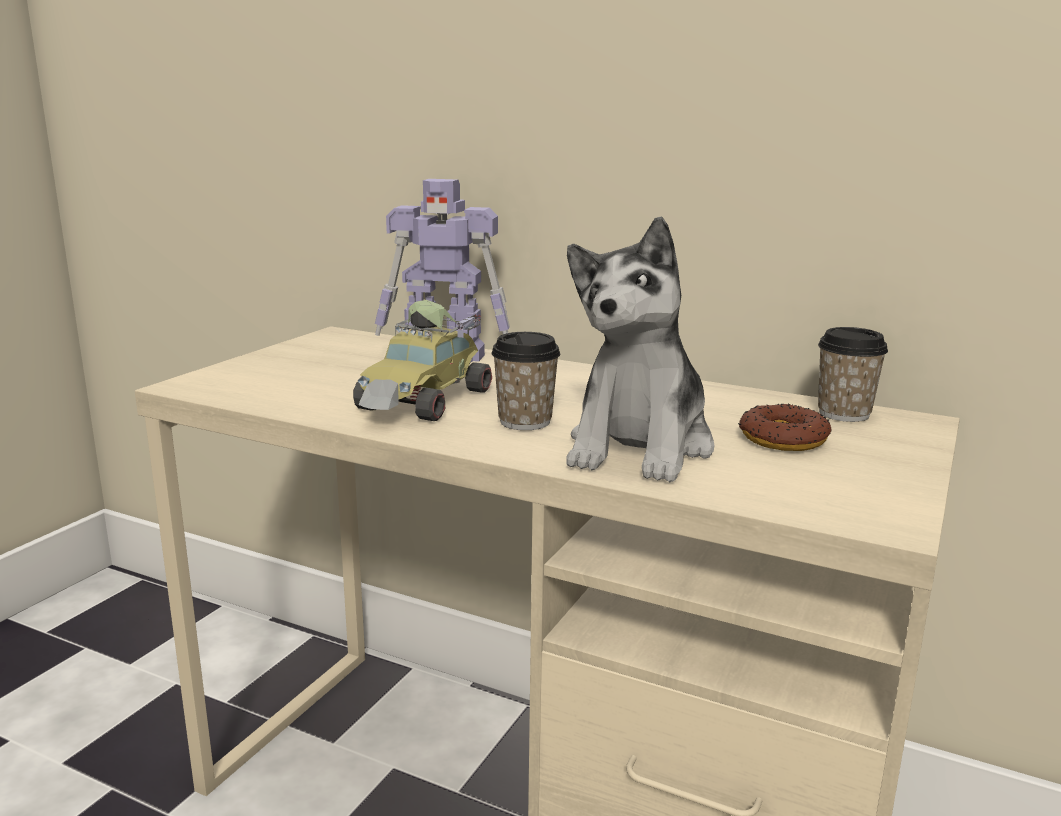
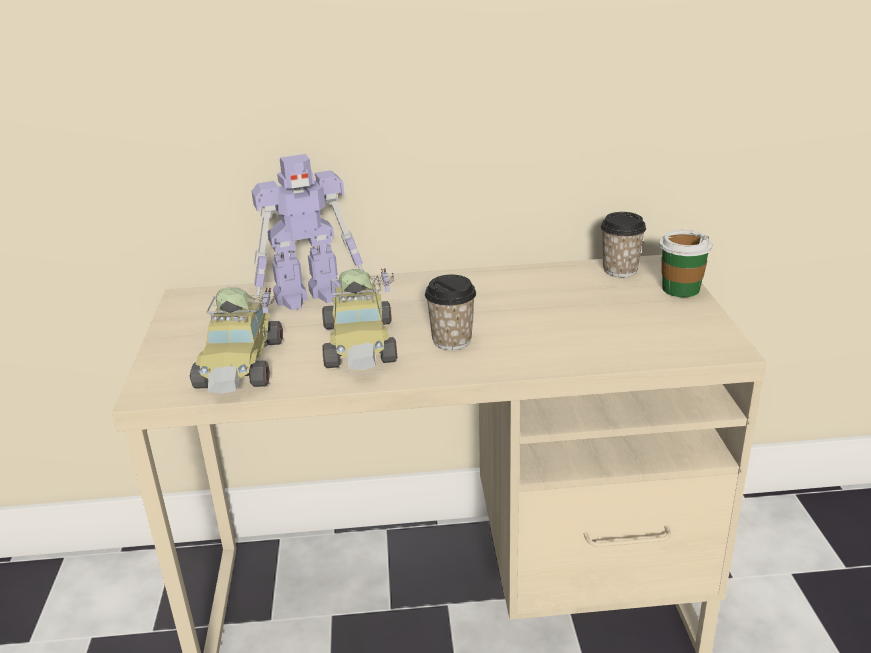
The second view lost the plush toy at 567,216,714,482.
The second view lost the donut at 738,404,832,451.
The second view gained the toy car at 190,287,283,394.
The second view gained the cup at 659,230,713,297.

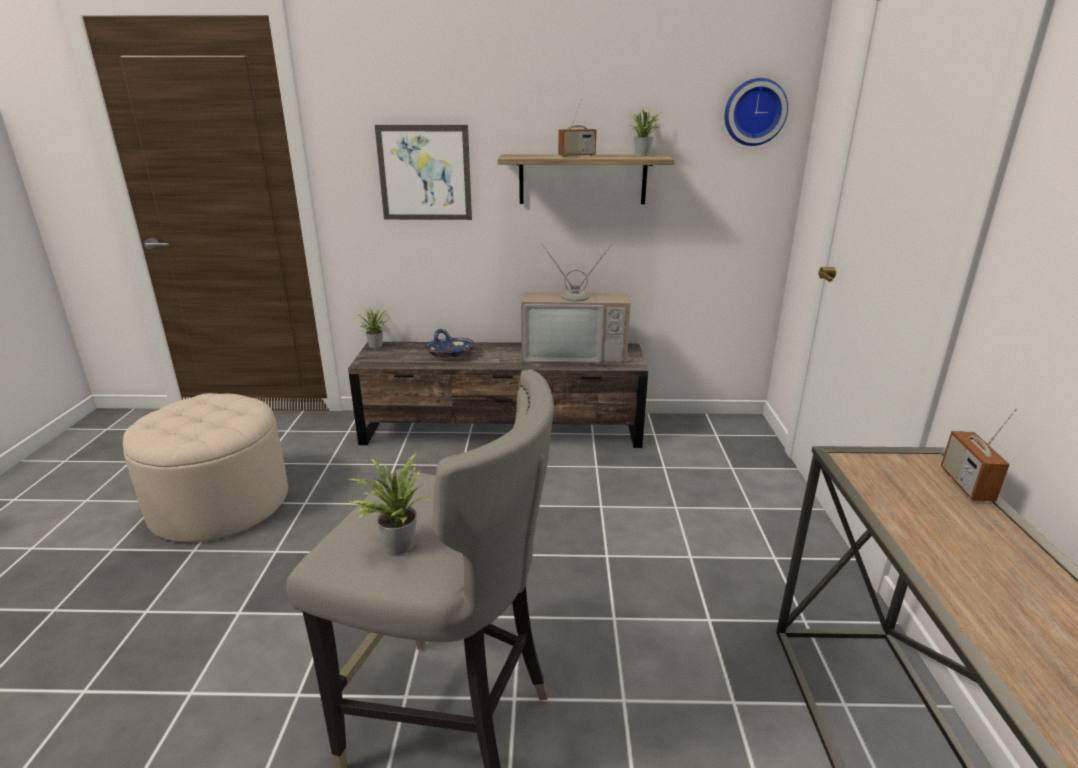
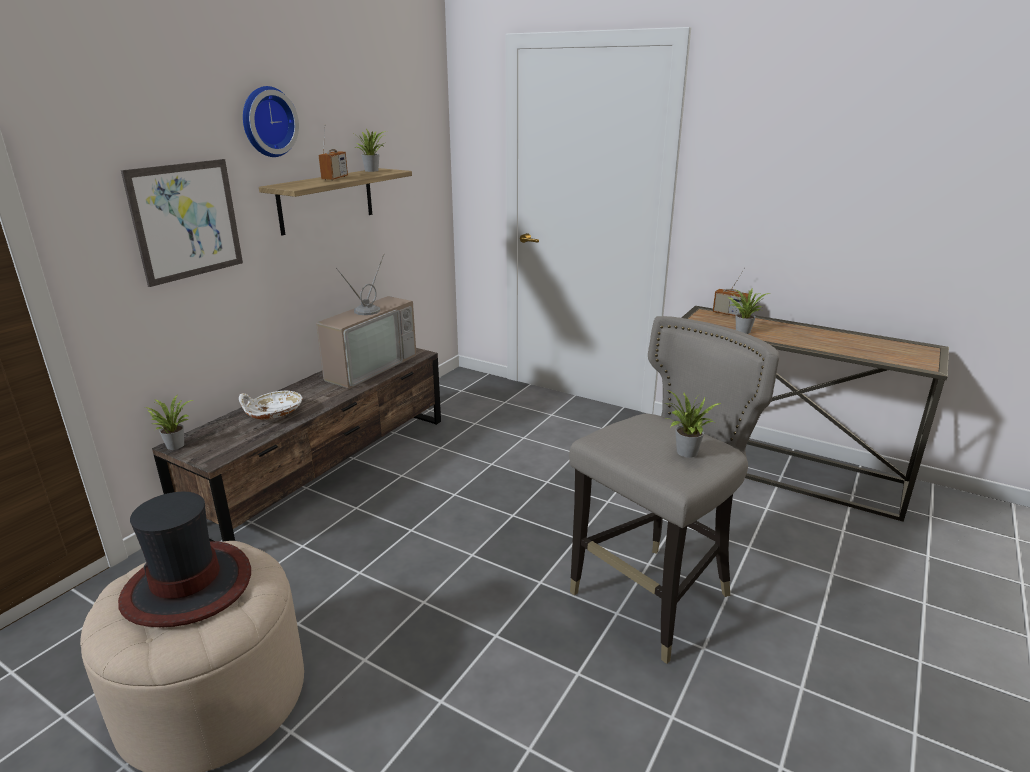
What was the blue bowl at 425,329,474,357 turned into the white bowl at 239,391,303,420.
The wall clock ended up elsewhere, having gone from 725,78,788,146 to 243,86,299,157.
The second view gained the hat at 118,492,251,627.
The second view gained the potted plant at 728,288,771,334.

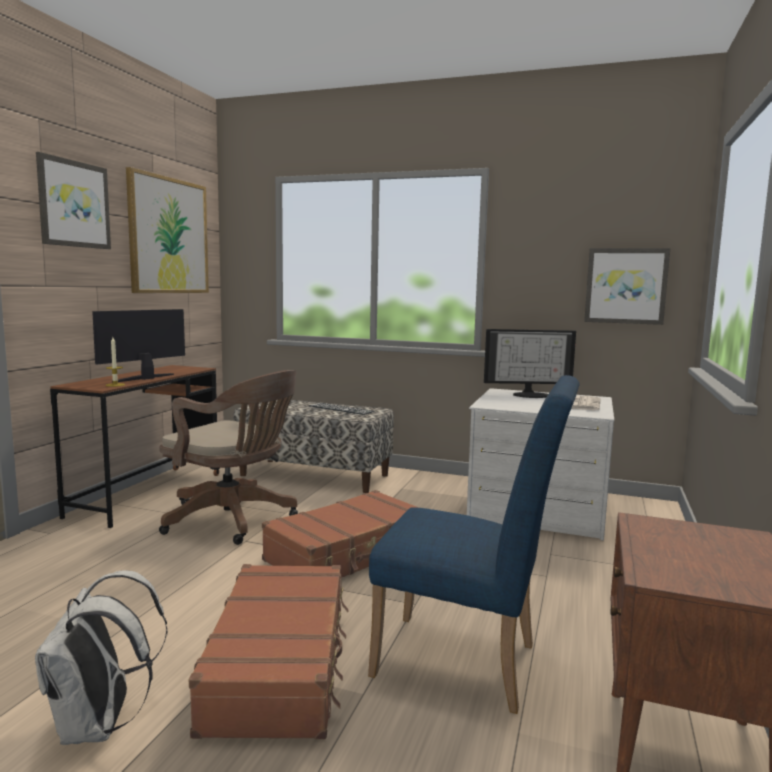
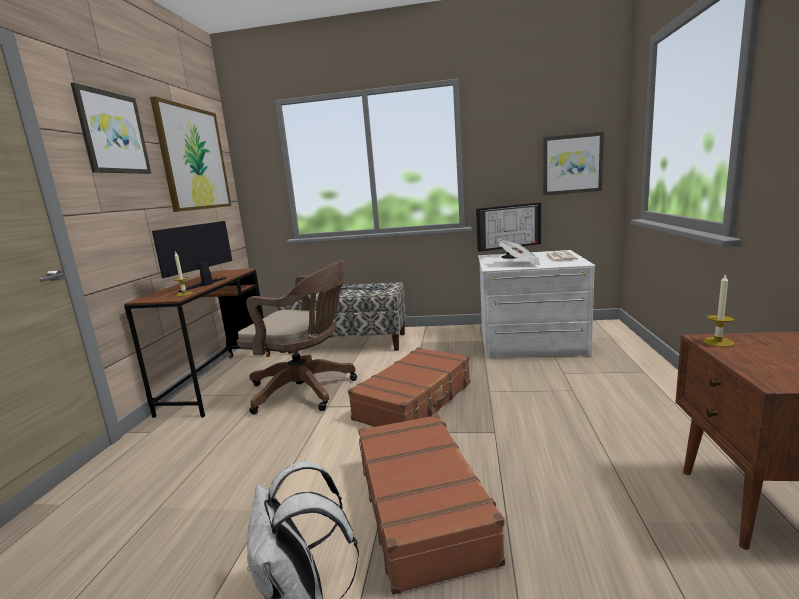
The second view lost the blue chair at 368,375,580,714.
The second view gained the newspaper at 498,239,540,265.
The second view gained the candle at 703,273,735,347.

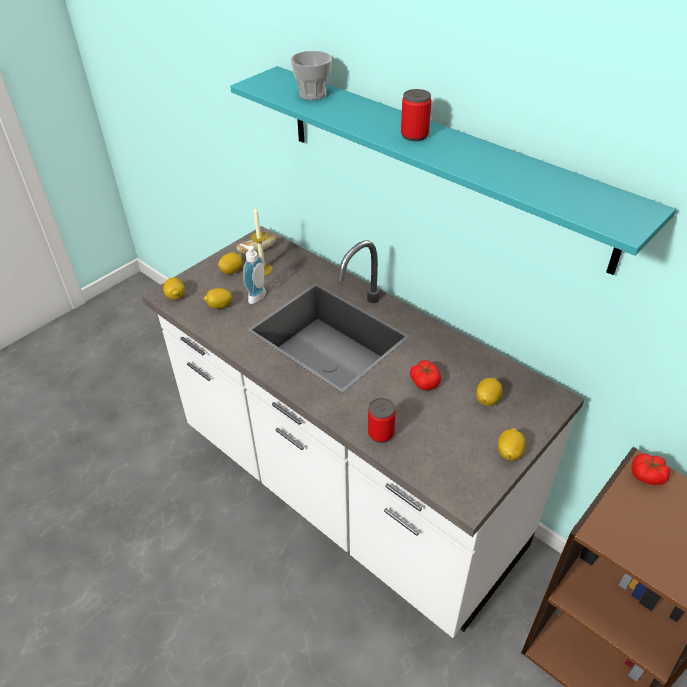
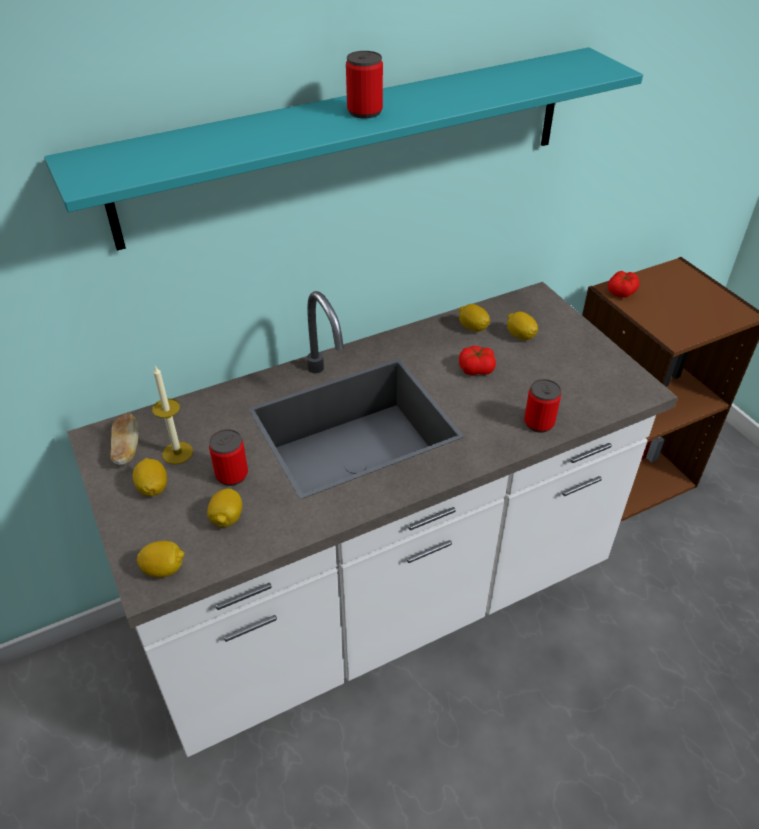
Where the soap dispenser stood at 240,244,266,304, the can came to stand at 209,429,248,486.
The second view lost the cup at 291,51,332,100.
The lemon ended up elsewhere, having gone from 498,428,525,461 to 459,304,490,332.

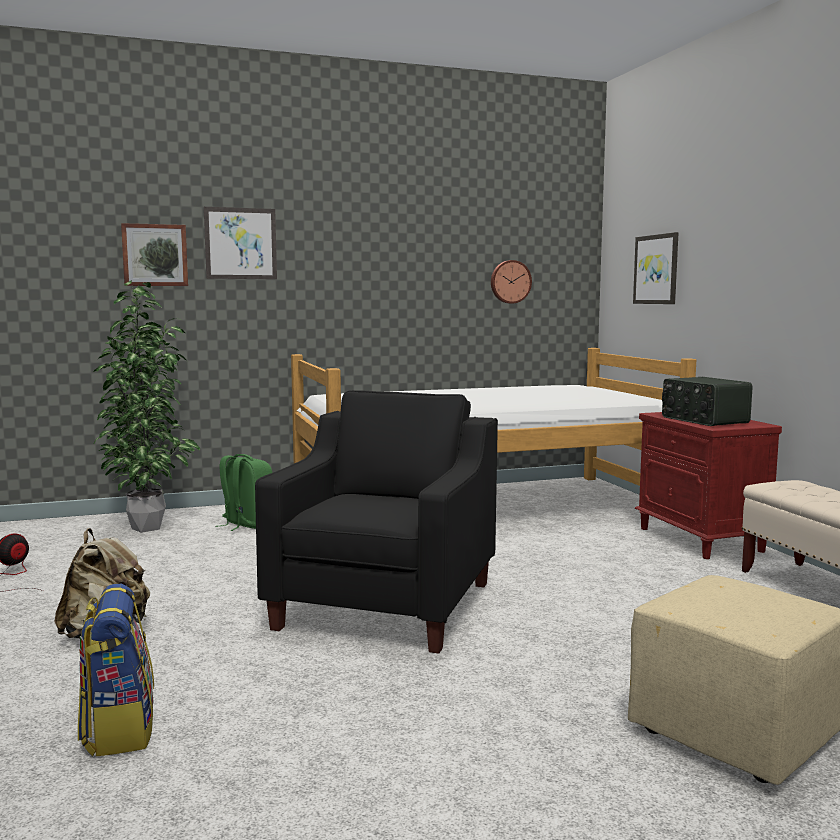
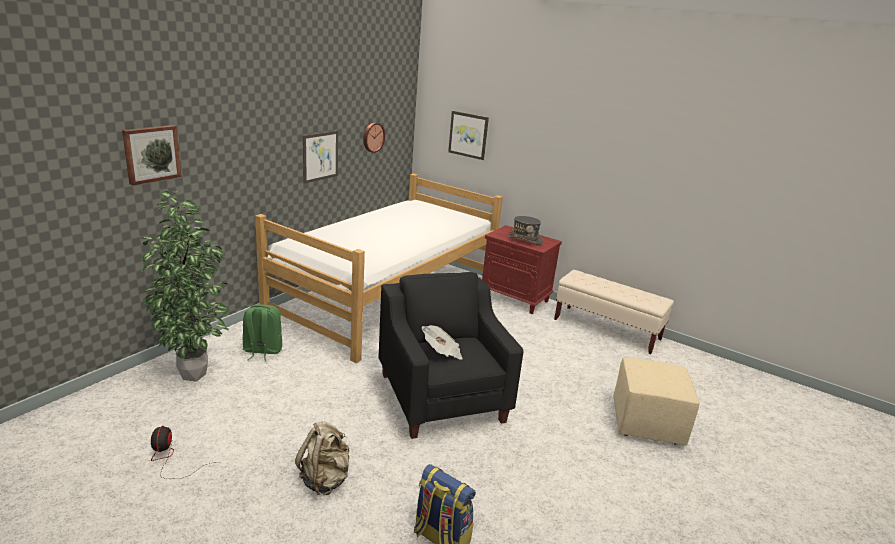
The picture ended up elsewhere, having gone from 204,207,277,279 to 303,131,338,184.
Where the radio stood at 662,377,753,426, the grey hat came to stand at 507,216,543,245.
The second view gained the newspaper at 422,325,462,360.

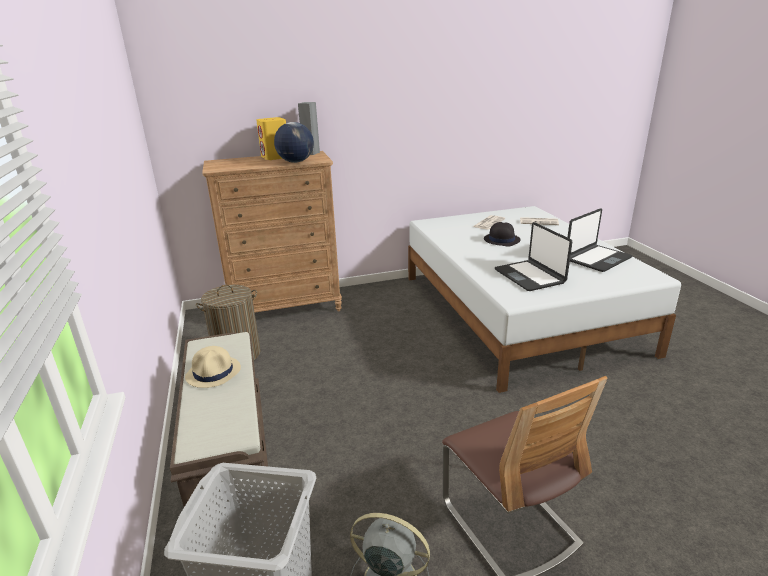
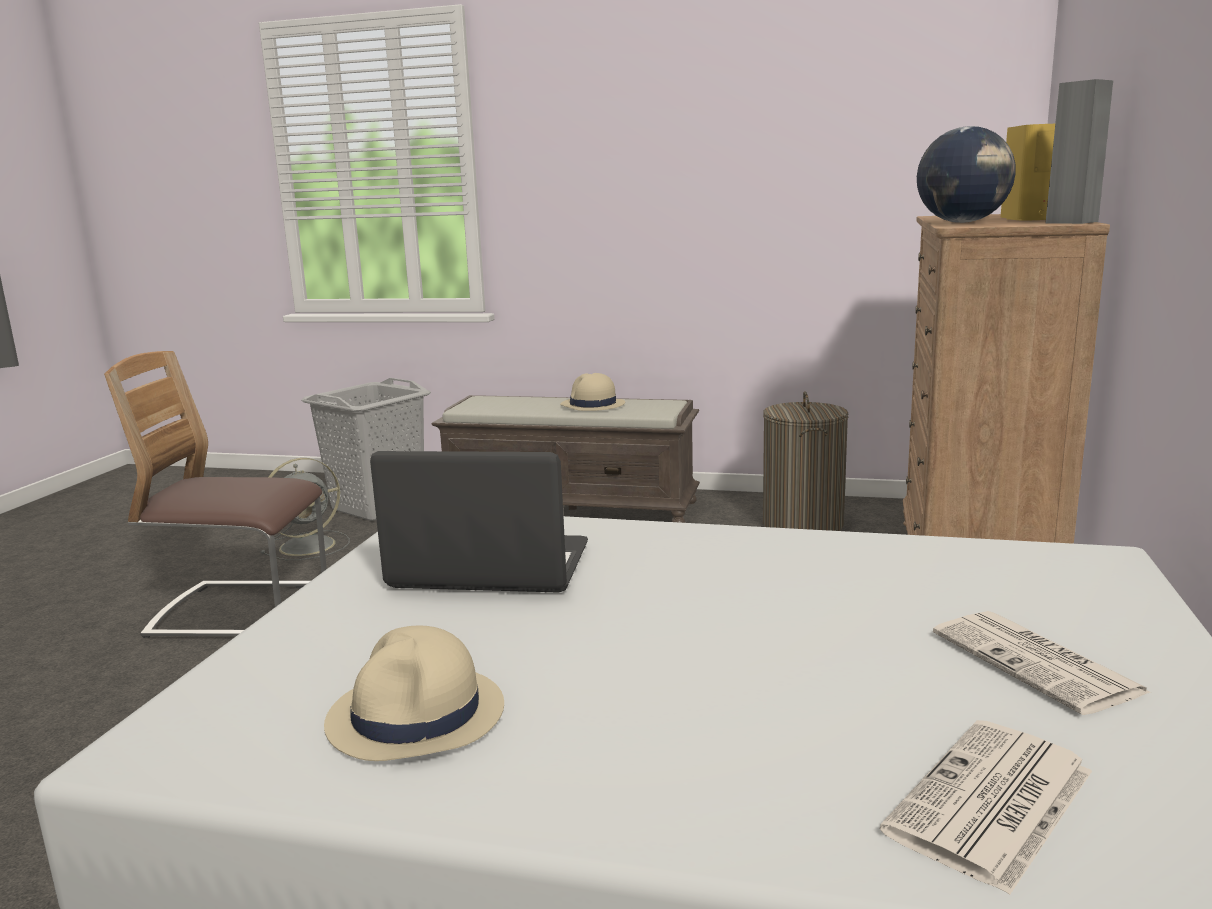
The second view lost the black hat at 484,222,521,246.
Where the laptop stood at 568,209,633,272, the beige hat came to stand at 324,625,504,761.

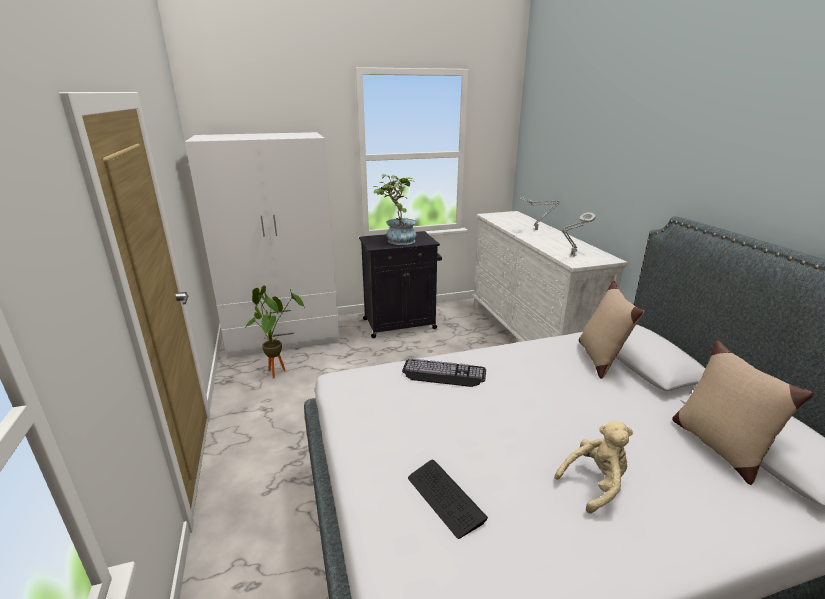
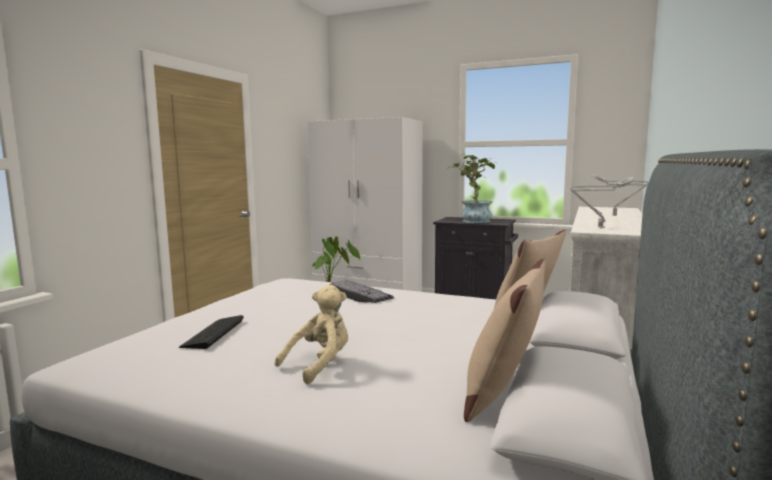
The beige plush toy at 554,421,633,513 ended up facing another way, 60 degrees counterclockwise from before.

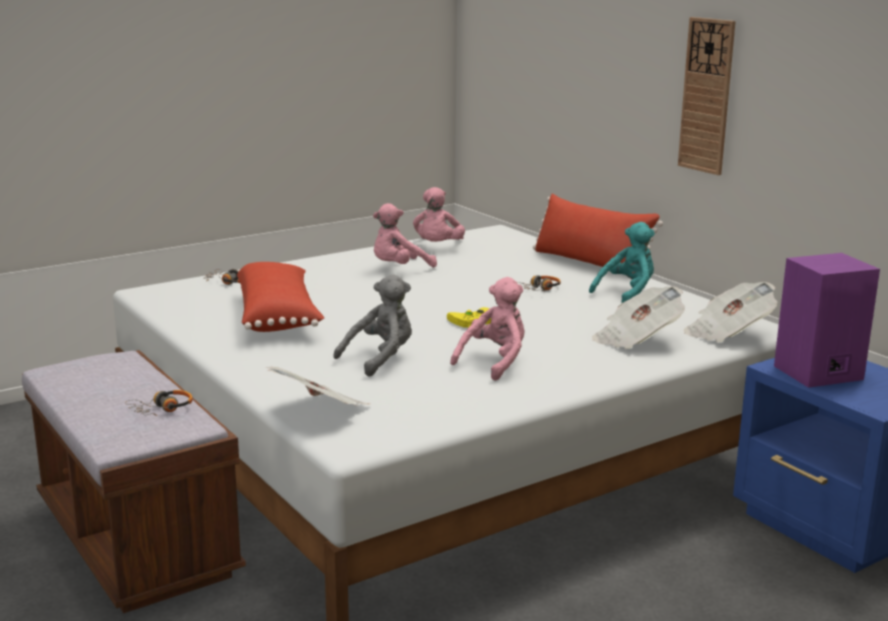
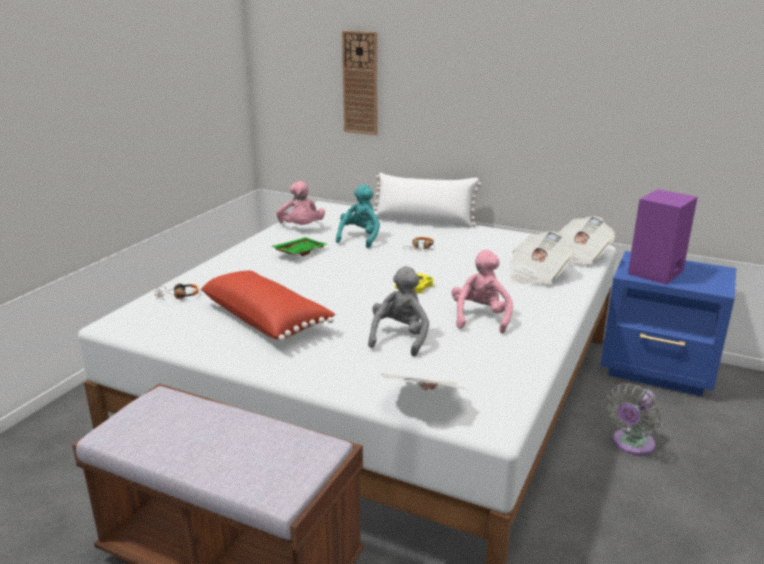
The second view lost the headphones at 125,390,193,416.
Where the pink plush toy stood at 373,203,437,268, the green tray came to stand at 270,237,328,256.
What was the red pillow at 533,194,663,267 turned into the white pillow at 373,173,481,228.
The turquoise plush toy ended up elsewhere, having gone from 589,222,655,303 to 336,184,380,248.
The wall clock ended up elsewhere, having gone from 678,17,736,175 to 342,30,377,135.
The second view gained the grey fan at 605,383,661,455.

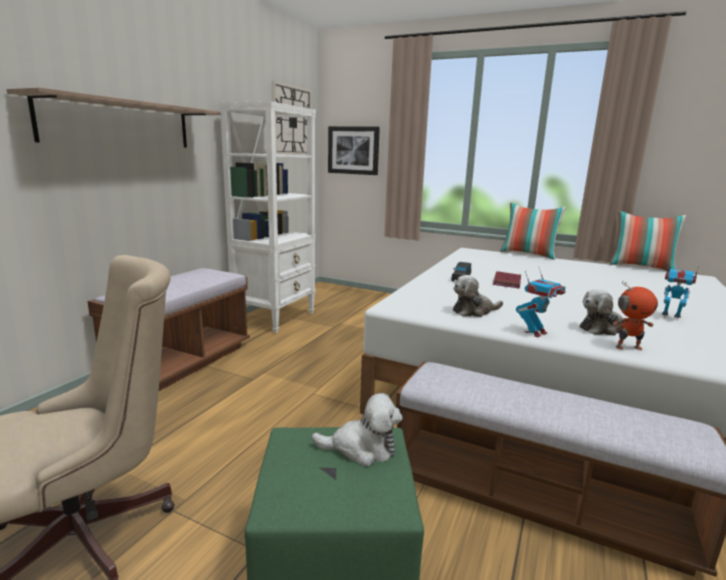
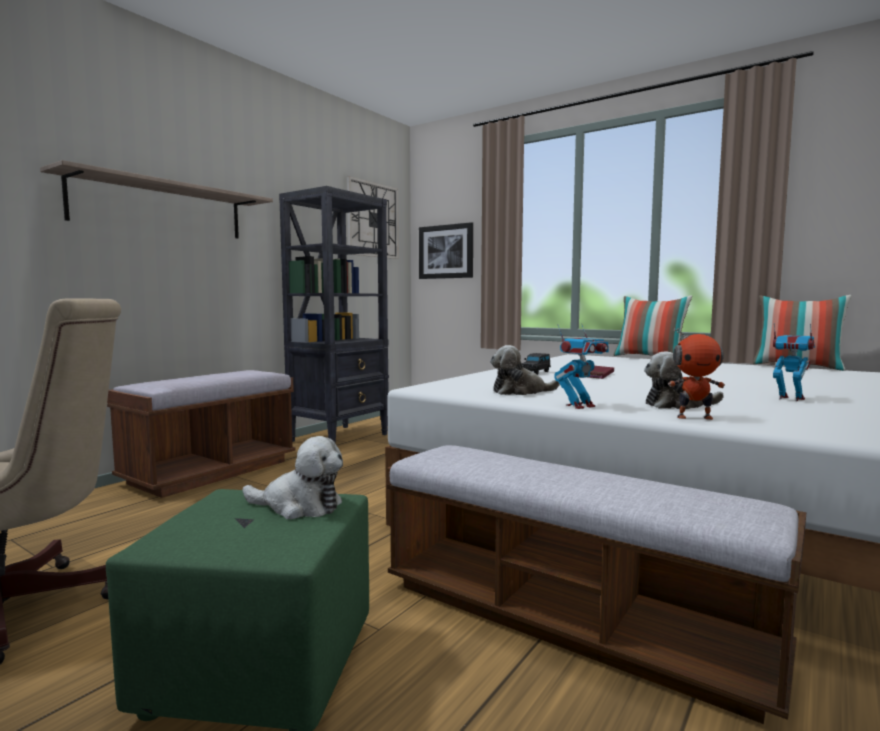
What was the white bookcase at 220,101,316,333 turned into the black bookcase at 279,186,389,444.

